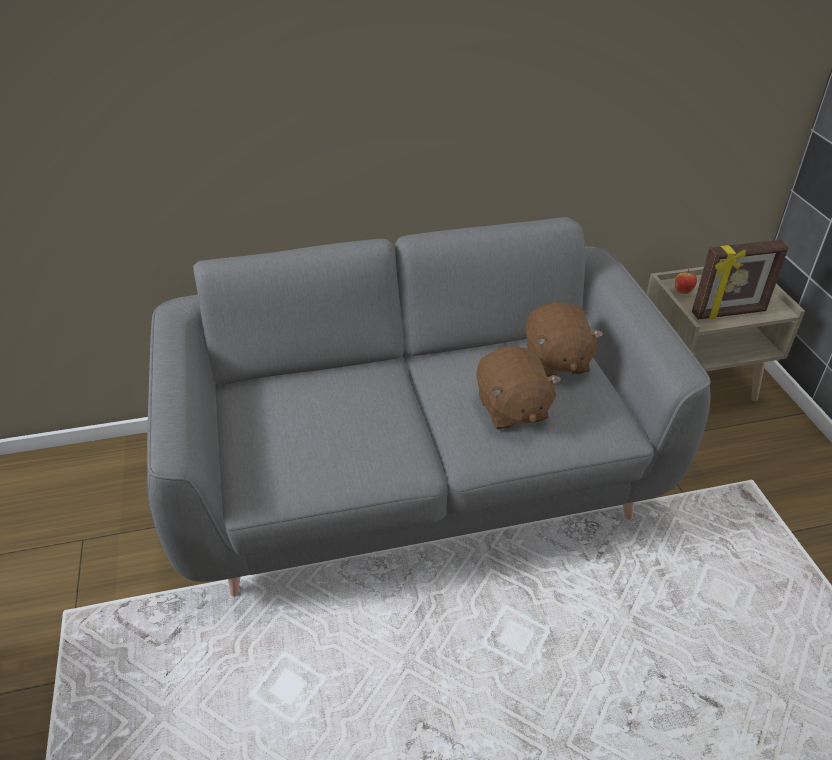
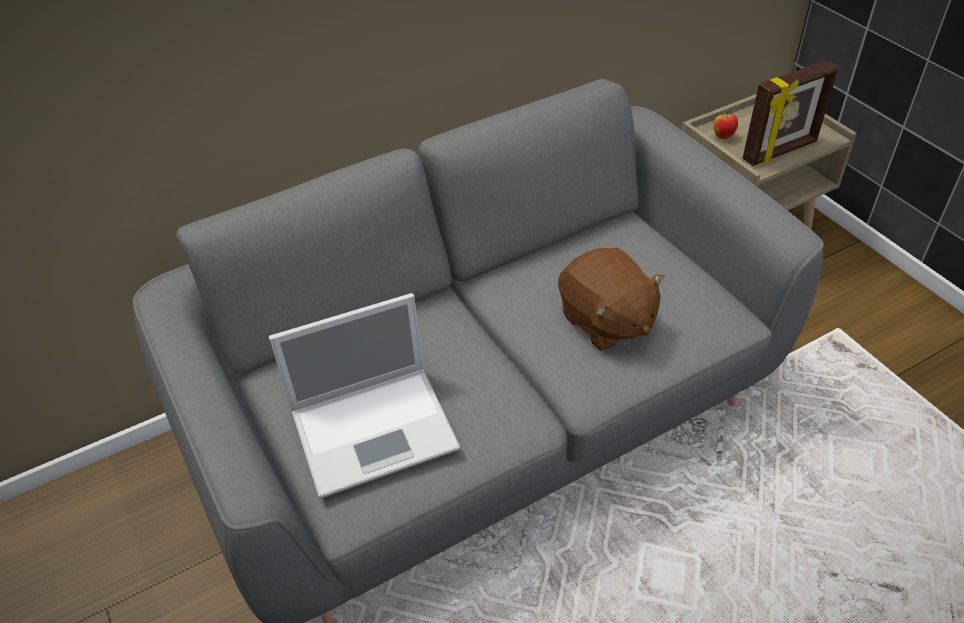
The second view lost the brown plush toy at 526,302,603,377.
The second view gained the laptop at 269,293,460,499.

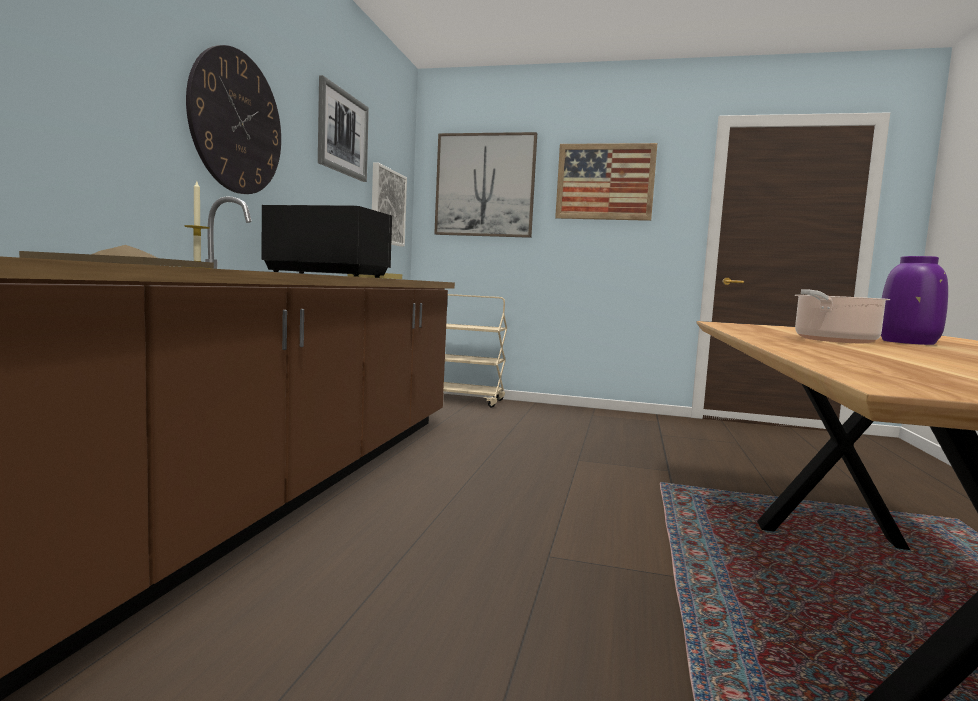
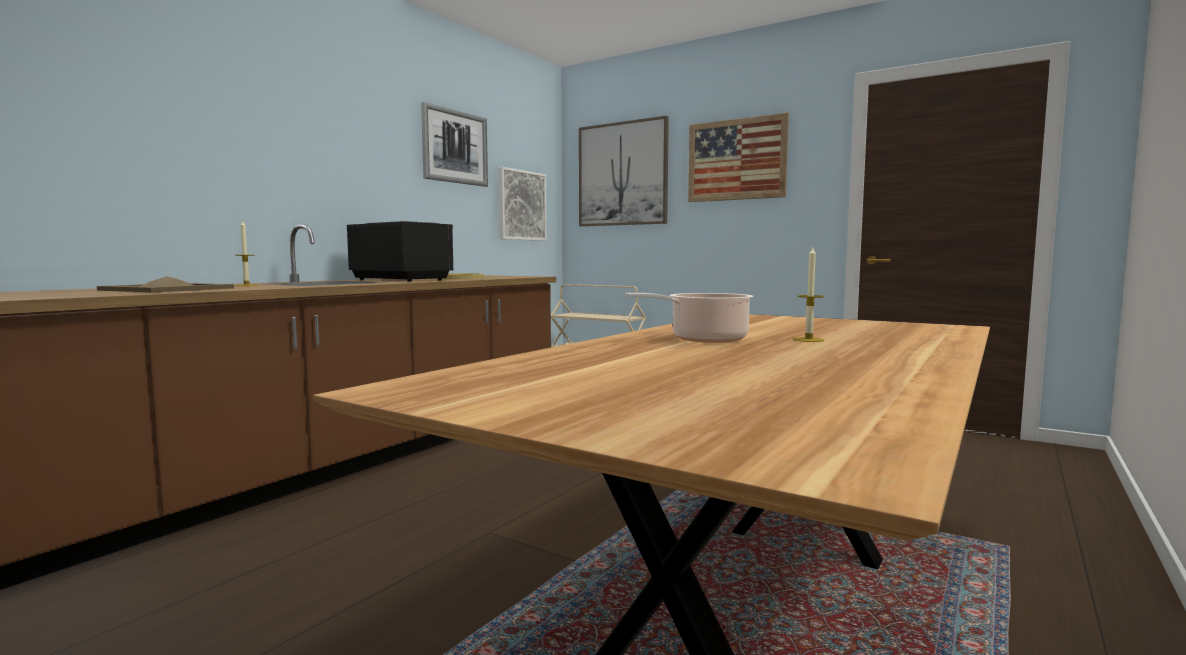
The second view lost the wall clock at 186,45,281,194.
Where the purple vase stood at 881,256,948,345, the candle came to stand at 794,246,824,342.

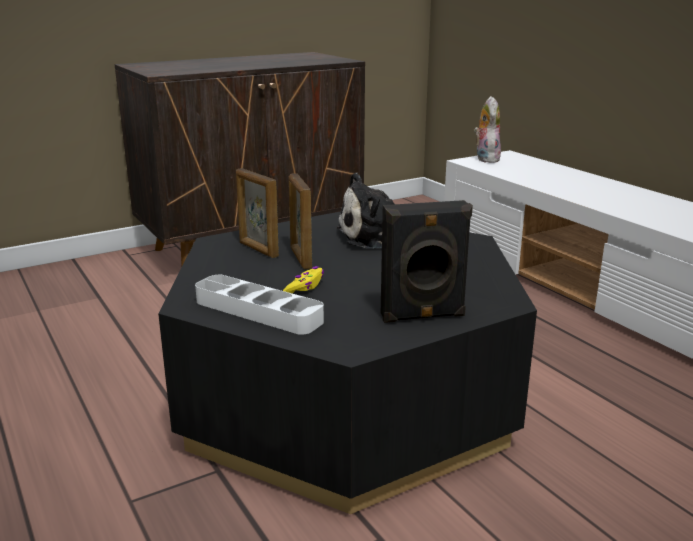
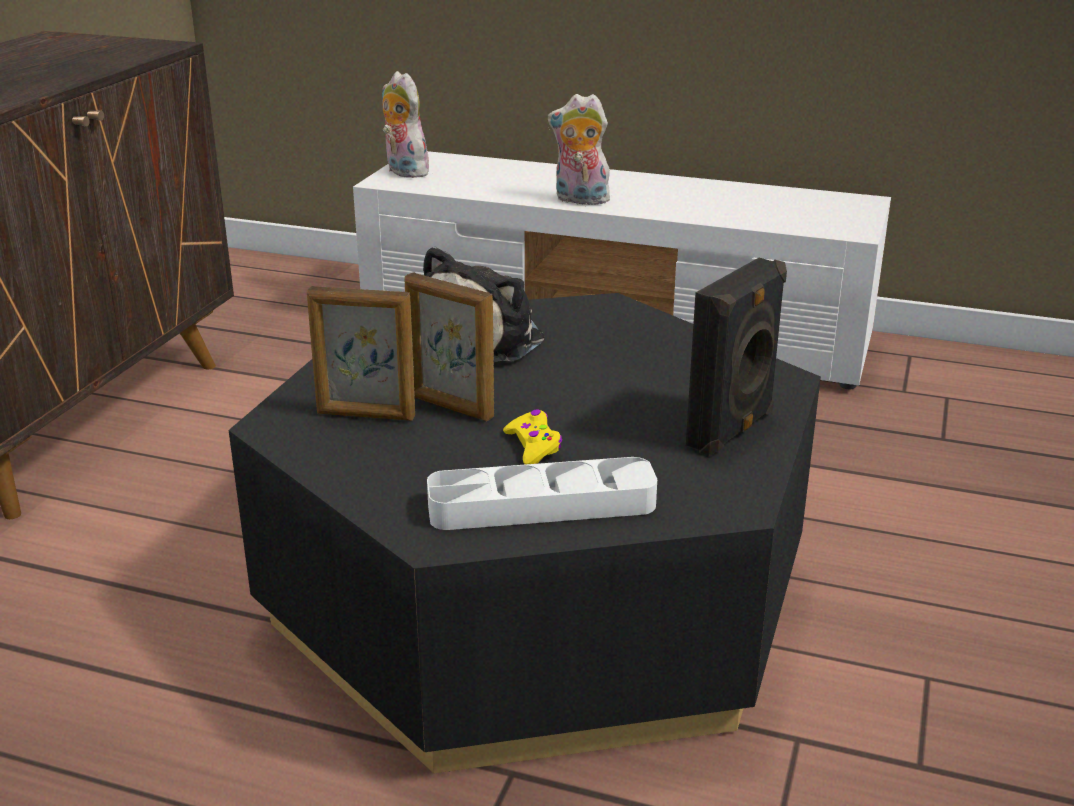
The second view gained the plush toy at 548,94,613,205.

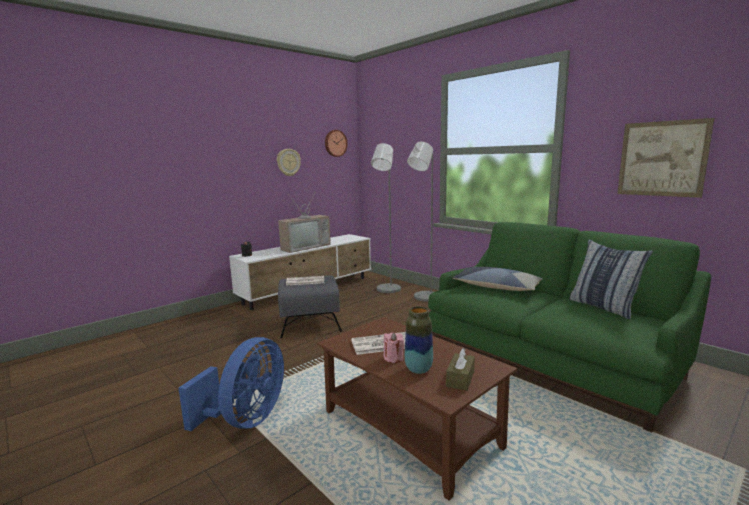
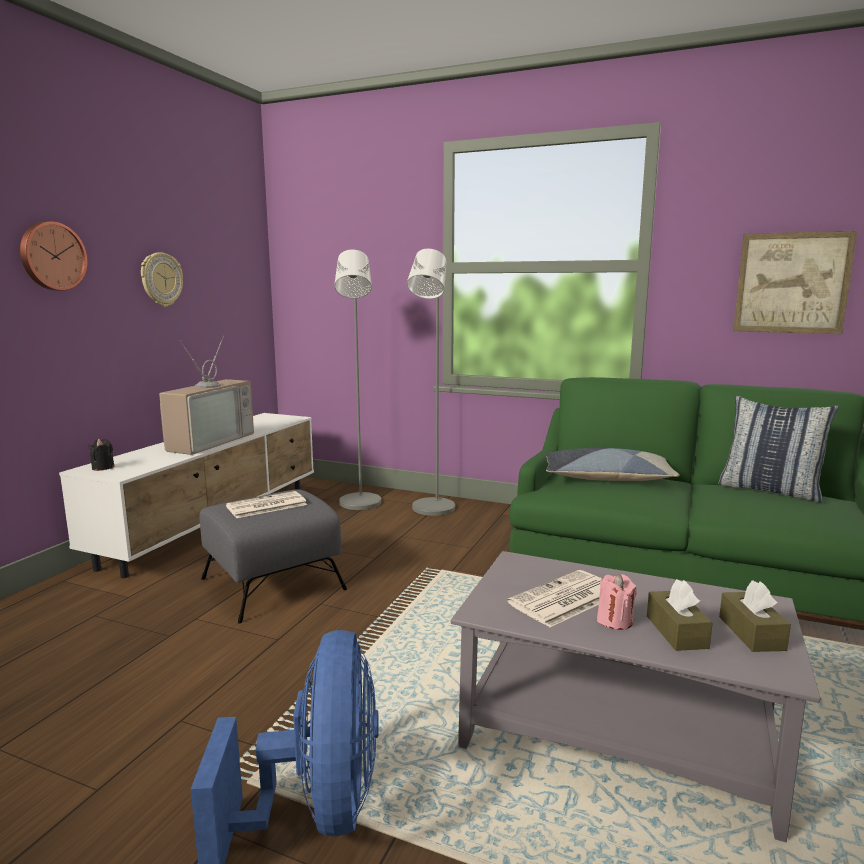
What was the brown coffee table at 317,317,517,500 turned into the grey coffee table at 451,551,821,842.
The wall clock ended up elsewhere, having gone from 325,130,348,157 to 20,221,87,291.
Where the vase stood at 405,306,433,374, the brown tissue box came to stand at 647,579,713,651.

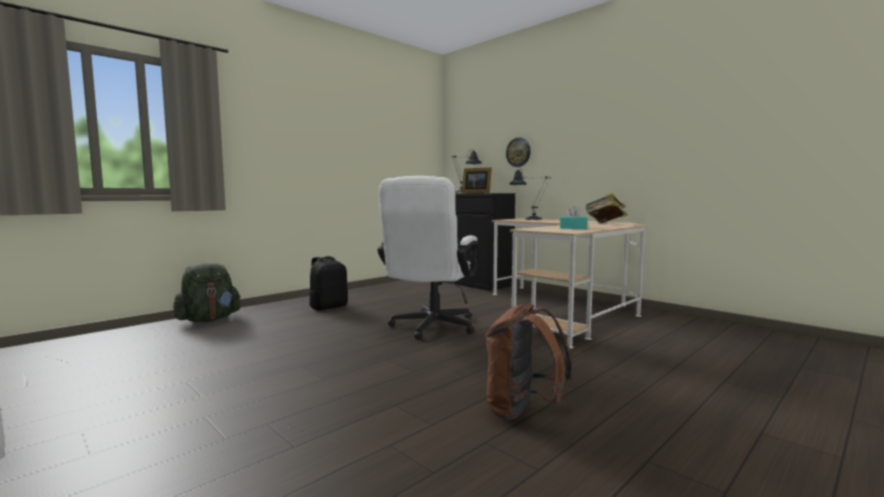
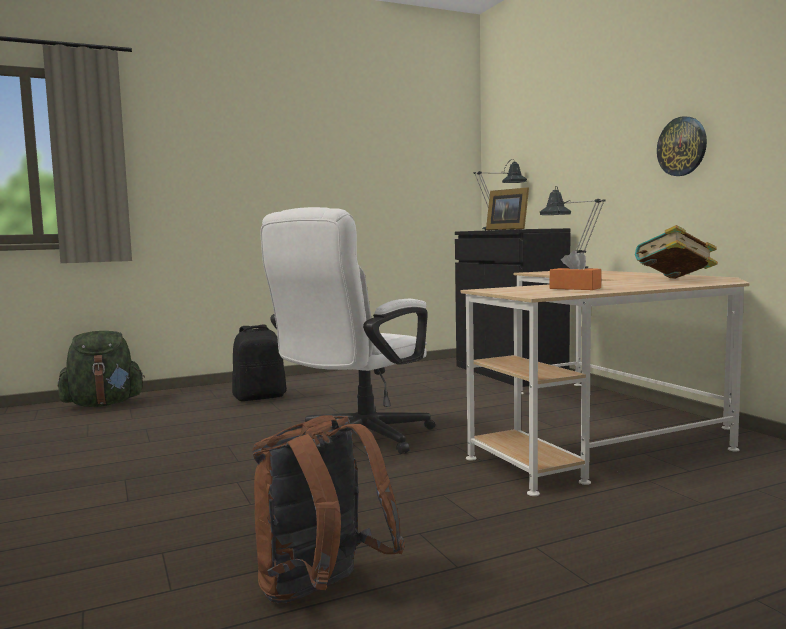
The wall clock ended up elsewhere, having gone from 506,138,531,167 to 657,116,707,176.
What was the turquoise tissue box at 560,206,587,229 turned into the orange tissue box at 550,250,601,290.

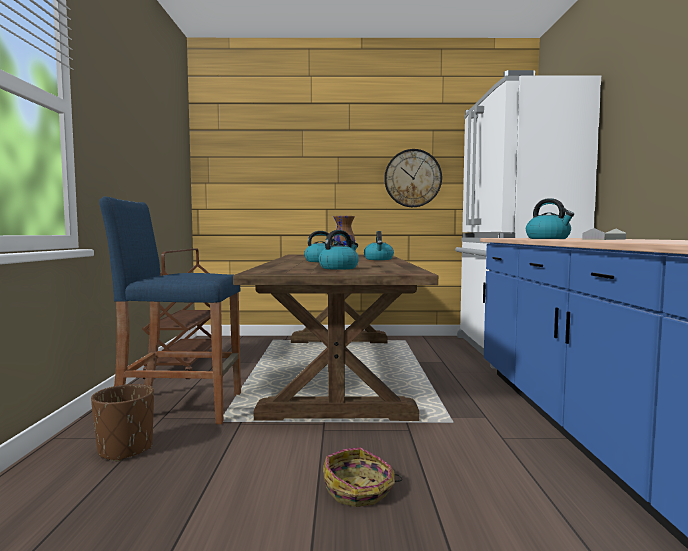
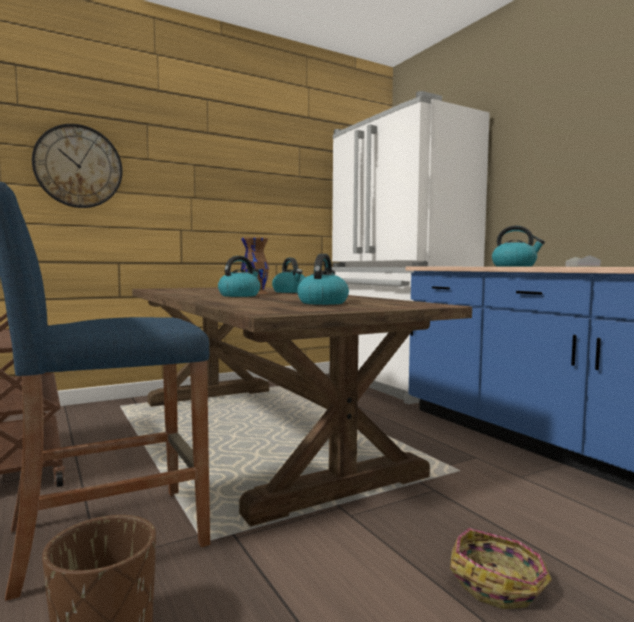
The wall clock ended up elsewhere, having gone from 384,149,442,207 to 32,124,123,208.

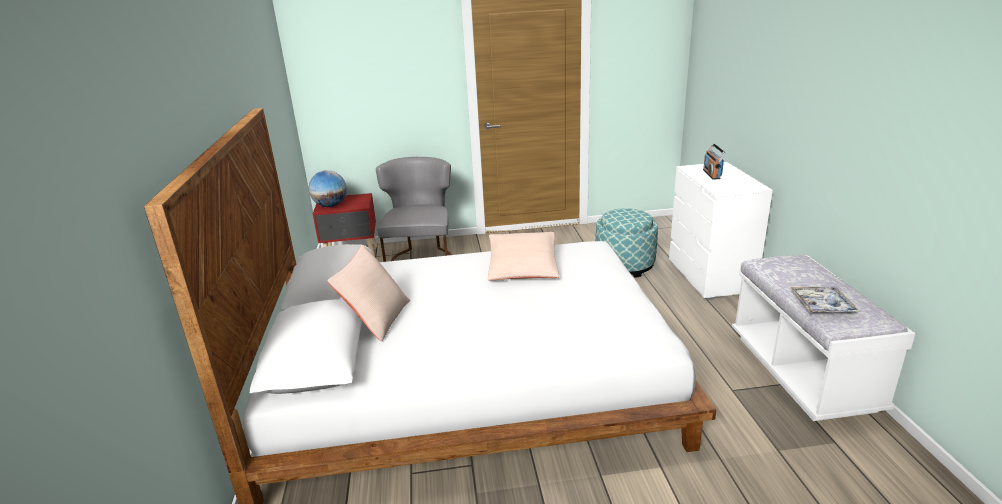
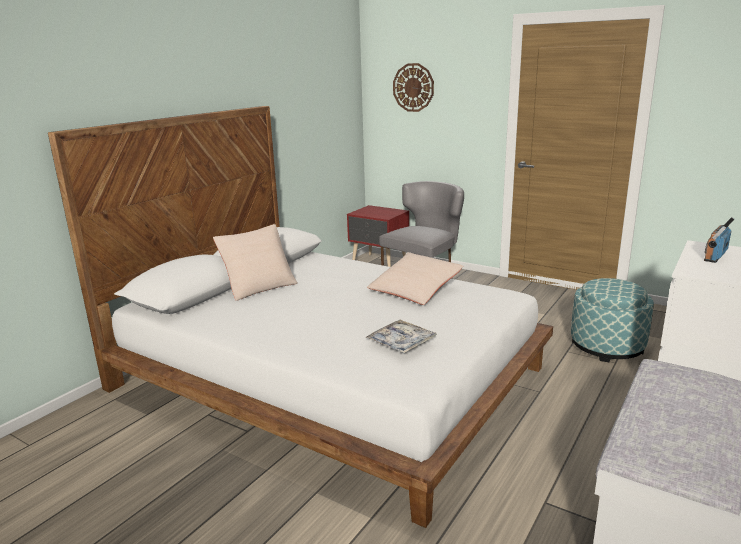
The second view lost the globe at 309,170,347,207.
The tray ended up elsewhere, having gone from 790,287,861,313 to 365,320,437,353.
The second view gained the wall clock at 393,63,434,112.

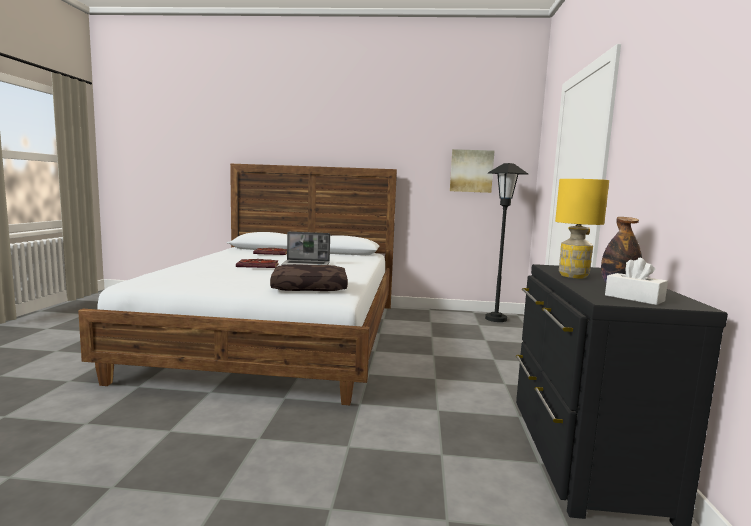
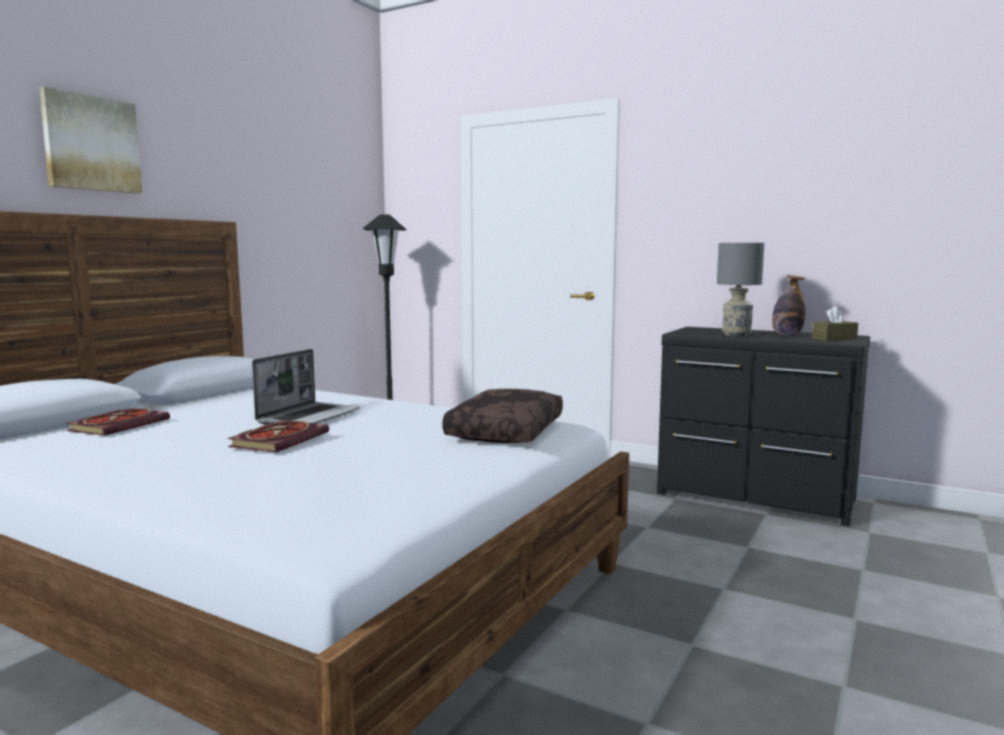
The picture ended up elsewhere, having gone from 450,149,494,193 to 39,87,142,193.
What was the yellow table lamp at 555,179,609,279 turned into the grey table lamp at 717,243,764,337.
What was the white tissue box at 605,258,668,305 turned into the brown tissue box at 812,306,858,341.

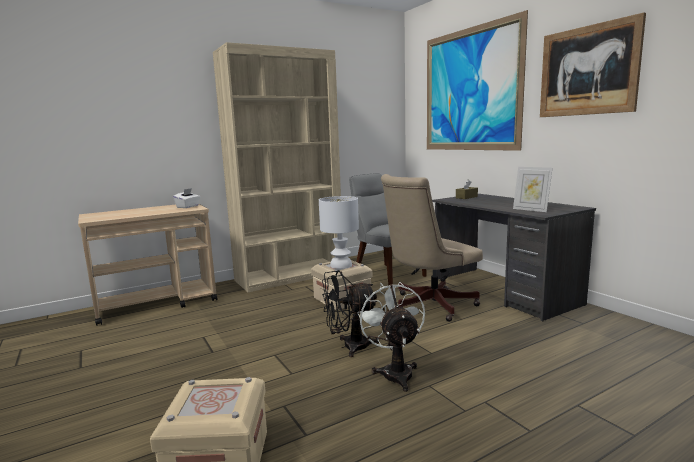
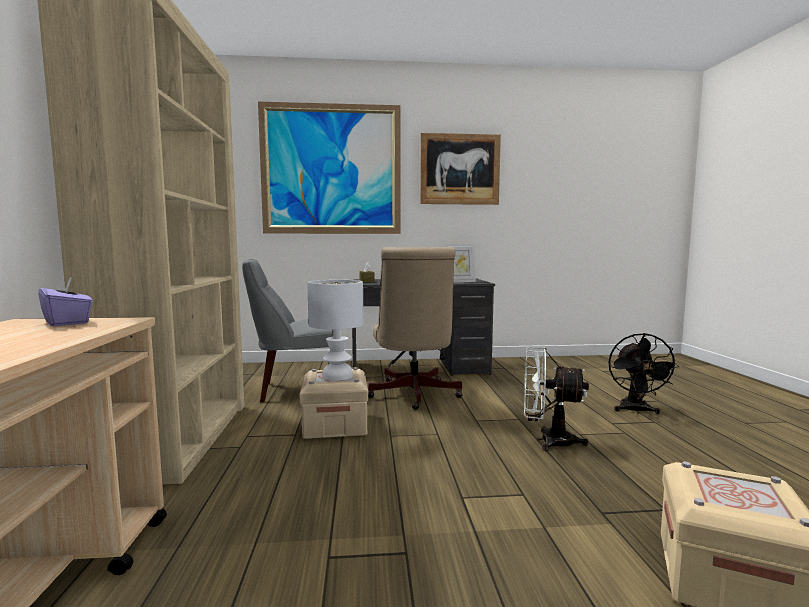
What was the white tissue box at 173,188,200,208 turned into the purple tissue box at 38,277,93,327.
The black fan ended up elsewhere, having gone from 322,270,379,357 to 609,333,680,414.

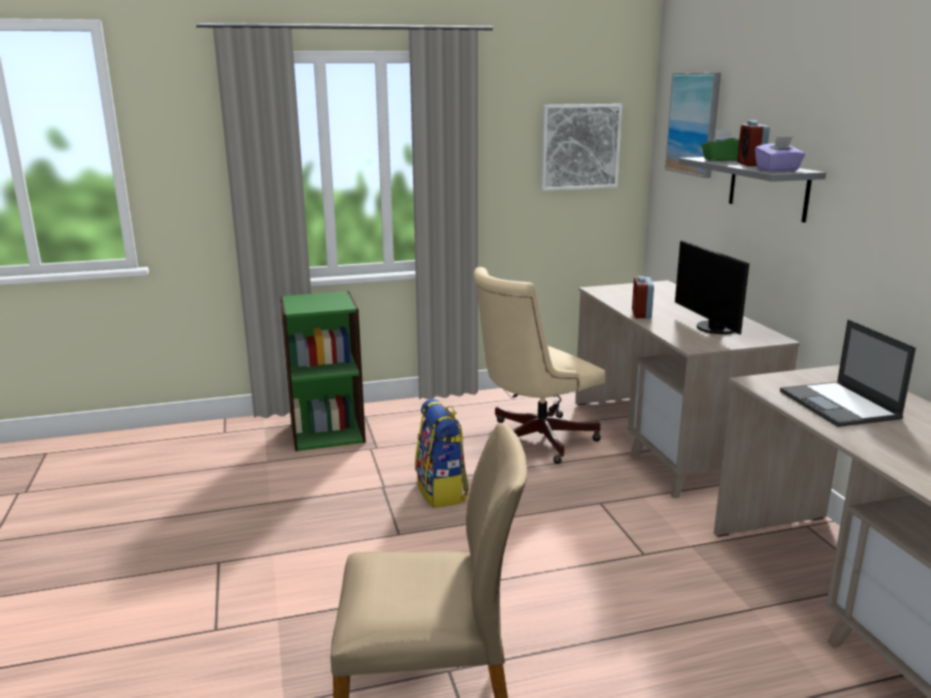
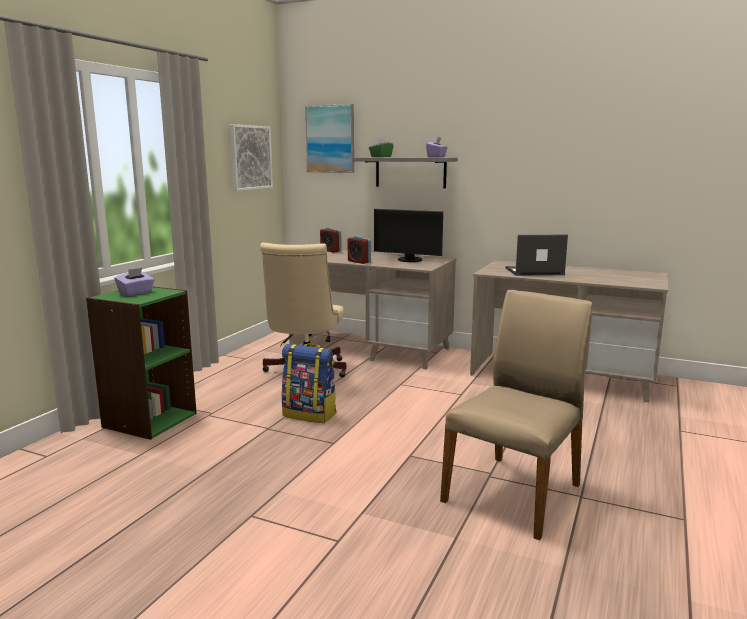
The alarm clock ended up elsewhere, having gone from 737,120,770,166 to 320,227,342,253.
The laptop at 780,319,916,427 ended up facing another way, 150 degrees clockwise from before.
The second view gained the purple tissue box at 114,268,154,296.

